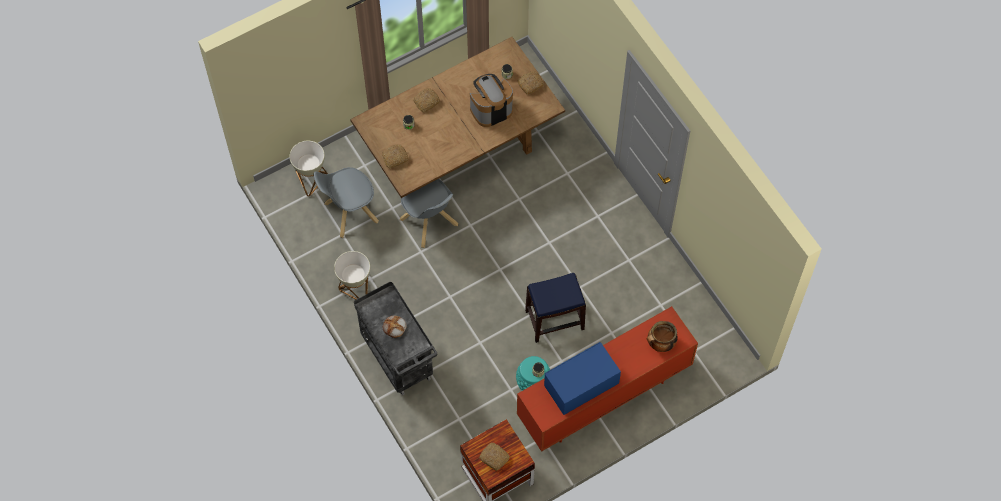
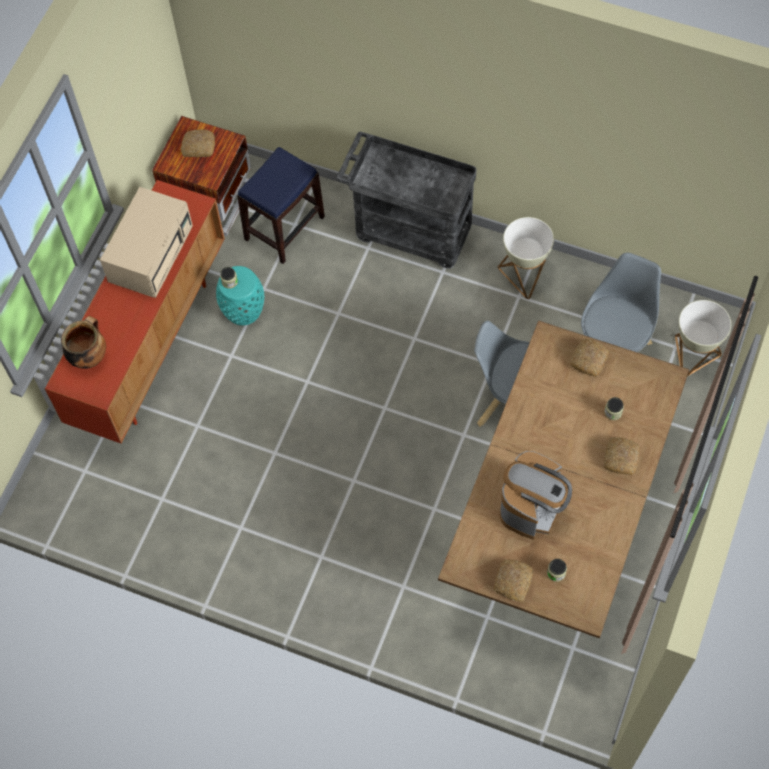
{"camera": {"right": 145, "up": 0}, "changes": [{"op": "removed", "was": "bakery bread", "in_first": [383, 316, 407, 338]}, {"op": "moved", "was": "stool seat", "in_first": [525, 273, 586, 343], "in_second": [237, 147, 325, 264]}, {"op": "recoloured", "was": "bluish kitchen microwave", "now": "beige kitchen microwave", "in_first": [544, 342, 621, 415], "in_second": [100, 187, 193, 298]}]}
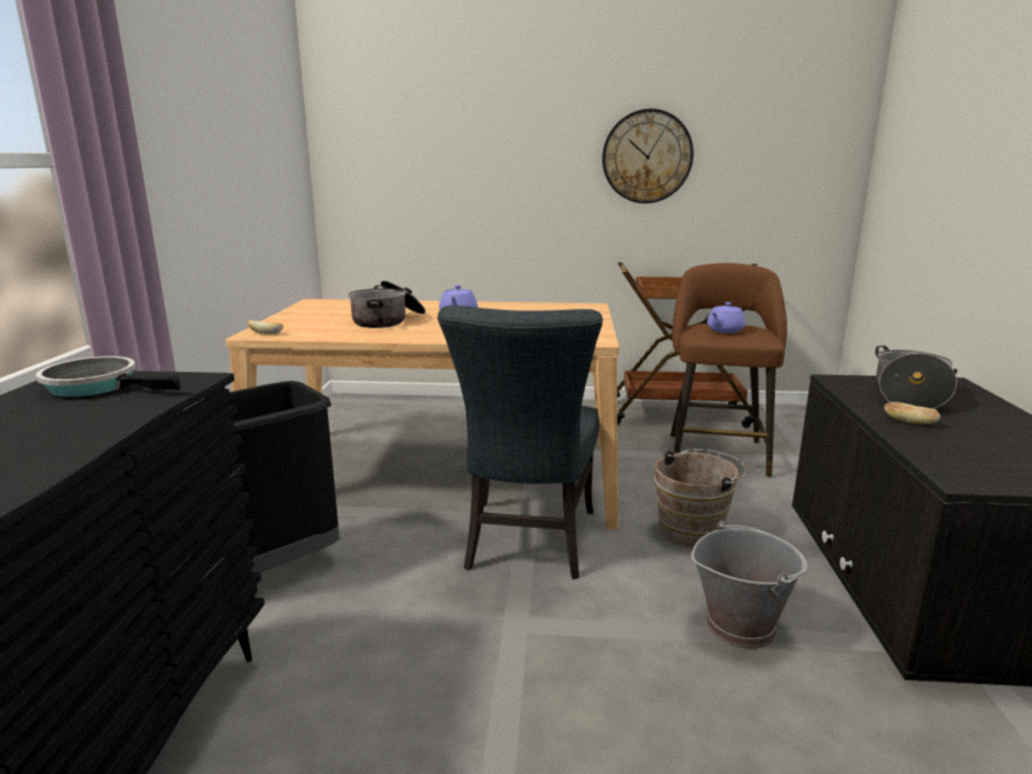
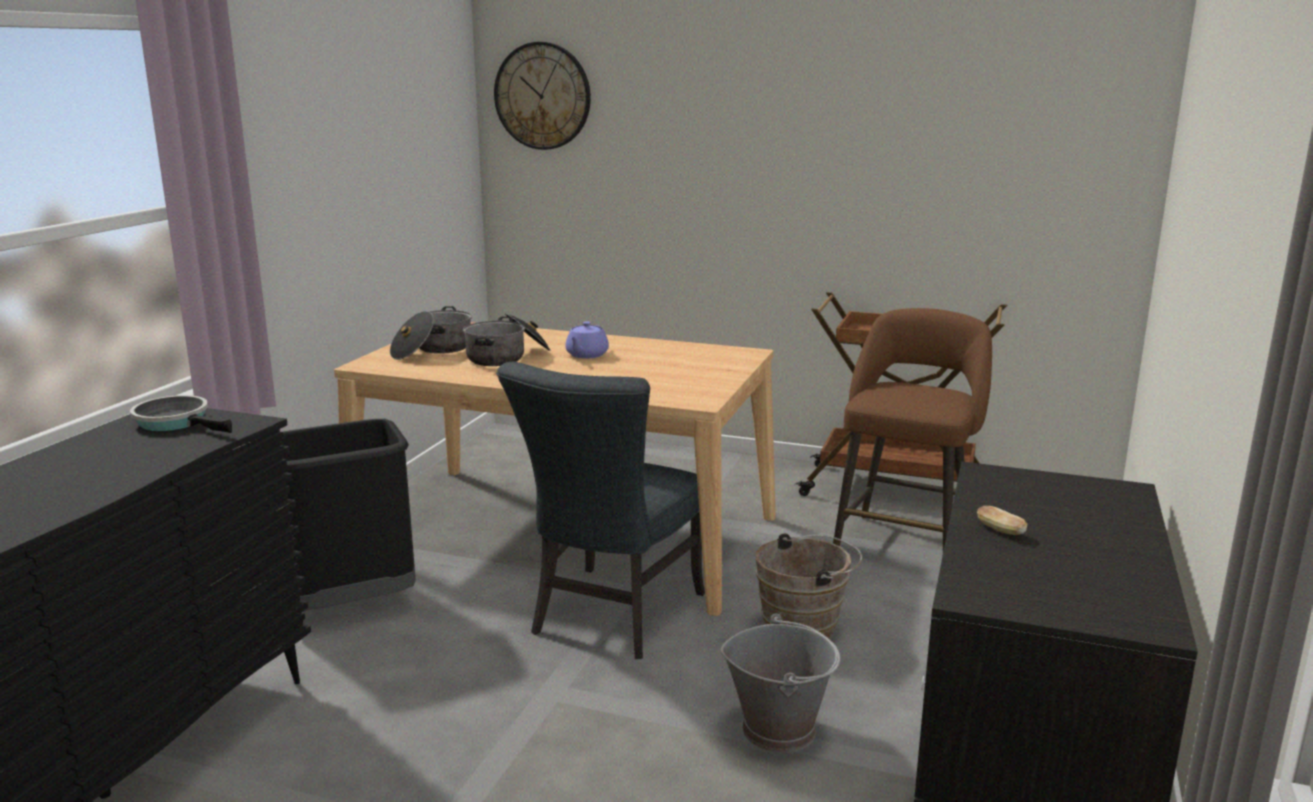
{"camera": {"right": 15, "up": 0}, "changes": [{"op": "removed", "was": "bakery bread", "in_first": [247, 320, 283, 334]}, {"op": "moved", "was": "wall clock", "in_first": [602, 109, 694, 204], "in_second": [494, 42, 591, 150]}, {"op": "removed", "was": "purple pot for tea", "in_first": [707, 302, 745, 333]}, {"op": "moved", "was": "cooking pot", "in_first": [875, 346, 957, 409], "in_second": [390, 306, 472, 360]}]}
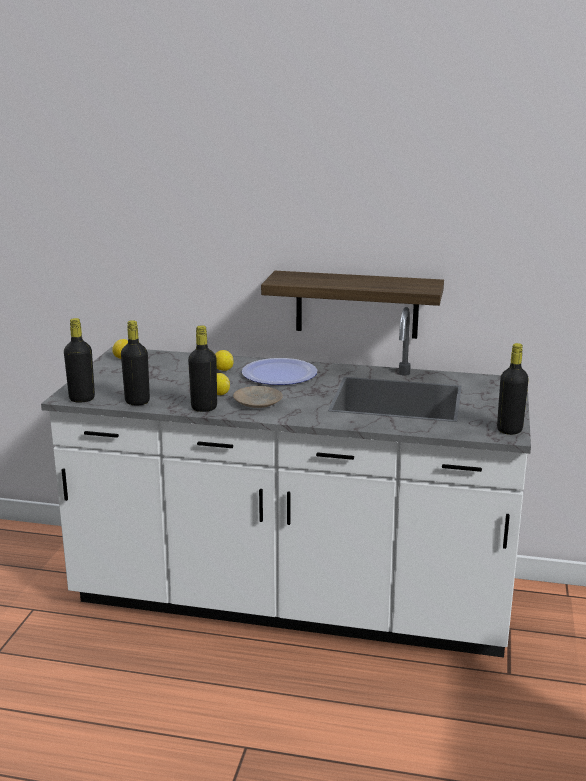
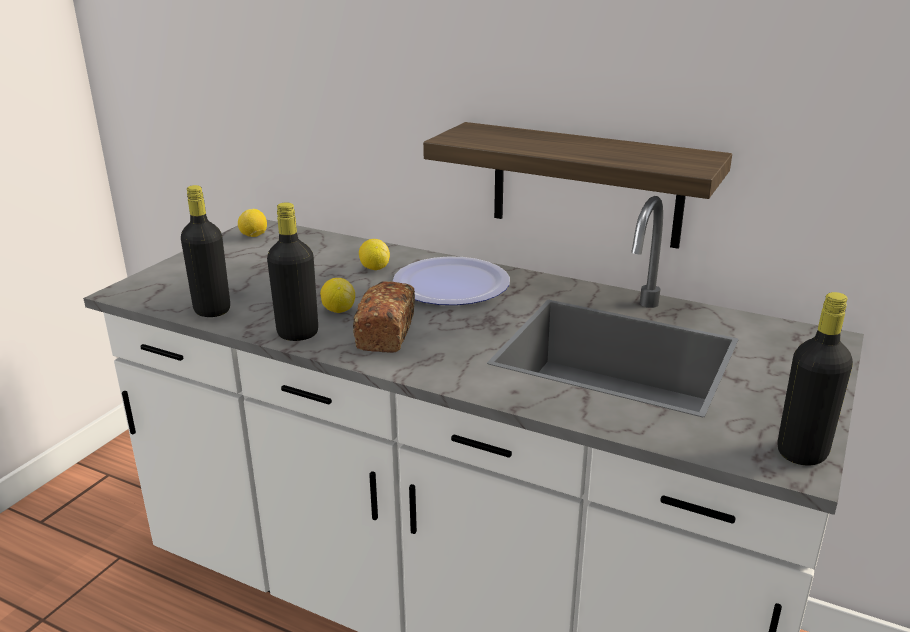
{"camera": {"right": 15, "up": 5}, "changes": [{"op": "removed", "was": "black beverage bottle", "in_first": [64, 318, 95, 403]}, {"op": "replaced", "was": "beige flat dish", "now": "bakery bread", "in_first": [233, 386, 283, 408], "in_second": [353, 281, 415, 353]}]}
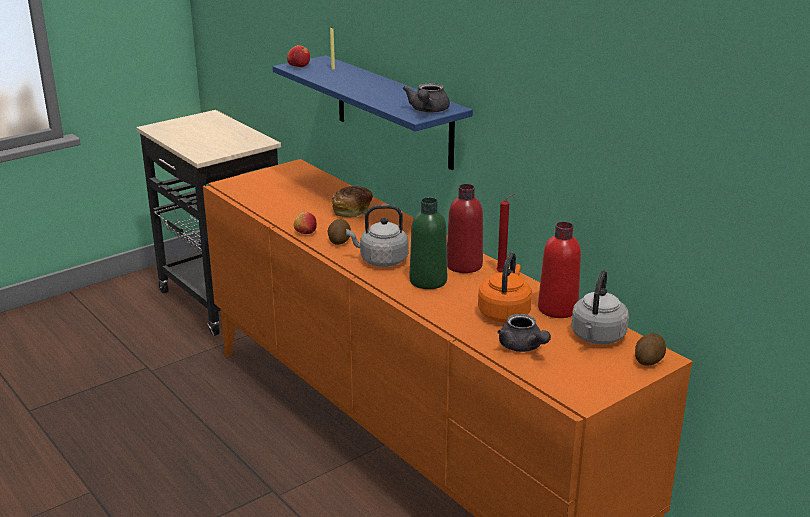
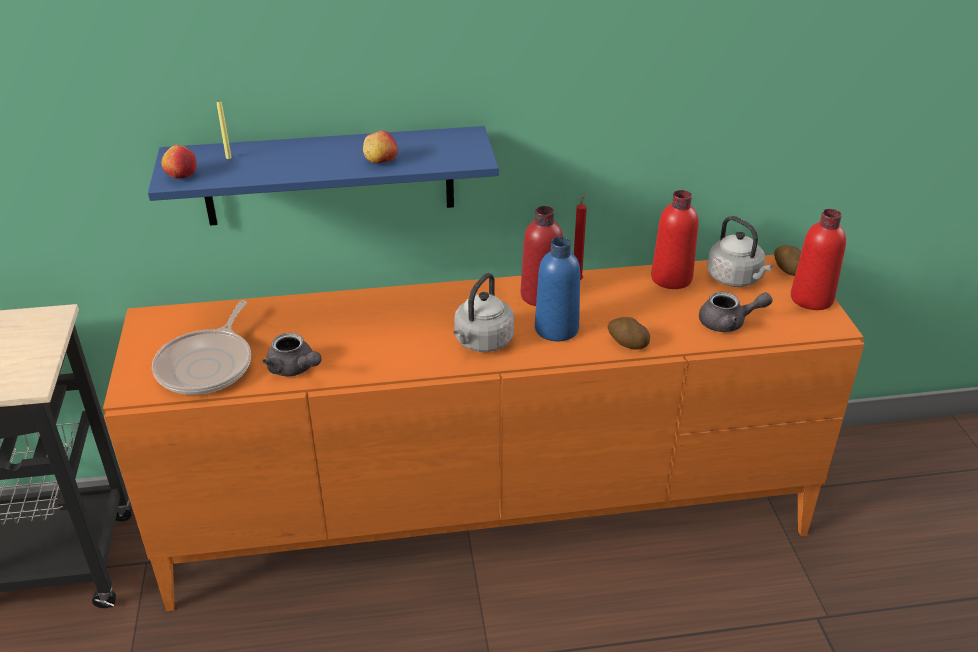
{"camera": {"right": -60, "up": 10}, "changes": [{"op": "moved", "was": "apple fruit", "in_first": [294, 212, 317, 234], "in_second": [363, 131, 398, 163]}, {"op": "moved", "was": "spud", "in_first": [327, 219, 351, 245], "in_second": [608, 317, 650, 349]}, {"op": "removed", "was": "bakery bread", "in_first": [332, 186, 373, 217]}, {"op": "moved", "was": "gray pot for tea", "in_first": [403, 83, 450, 113], "in_second": [263, 333, 322, 377]}, {"op": "recoloured", "was": "greenish beverage bottle", "now": "bluish beverage bottle", "in_first": [409, 197, 447, 289], "in_second": [535, 237, 580, 341]}, {"op": "removed", "was": "orangey kettle", "in_first": [478, 252, 532, 322]}, {"op": "added", "now": "frying pan", "in_second": [152, 300, 251, 395]}, {"op": "added", "now": "red-coloured beverage bottle", "in_second": [791, 209, 846, 310]}]}
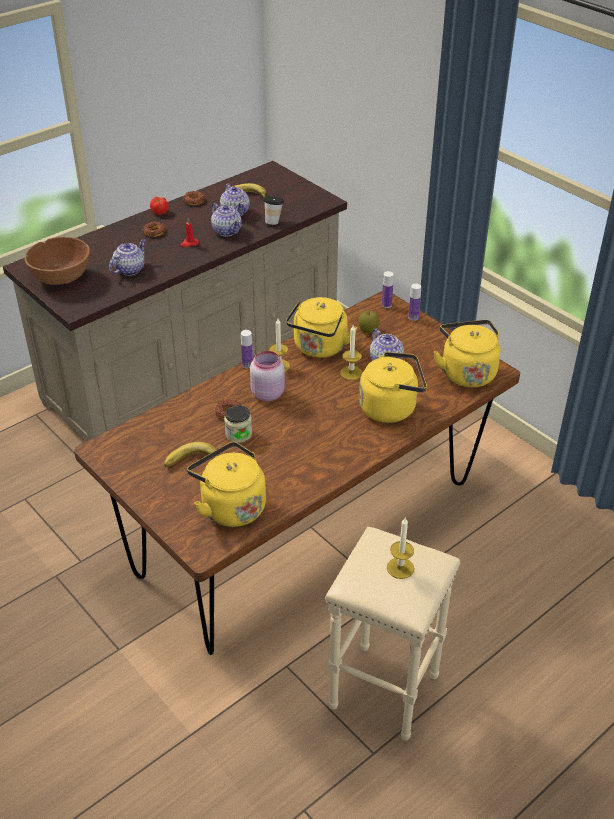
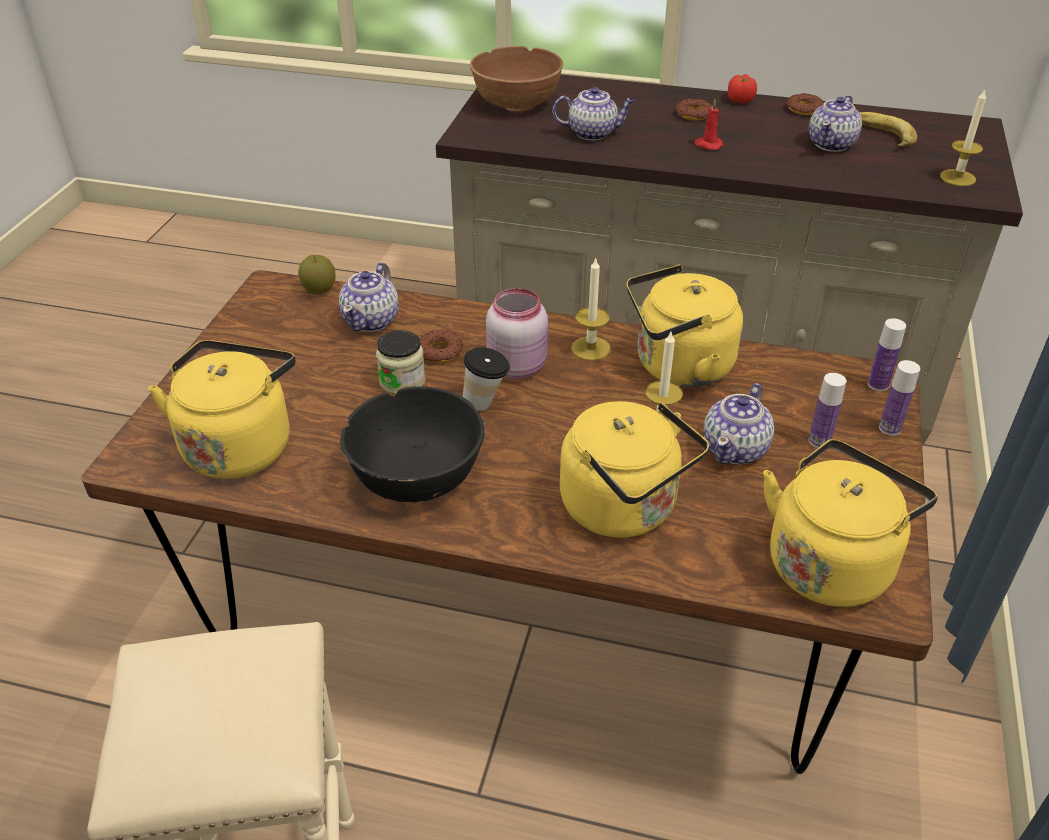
{"camera": {"right": 55, "up": 0}, "changes": [{"op": "removed", "was": "whole banana", "in_first": [164, 442, 217, 467]}, {"op": "moved", "was": "pot for tea", "in_first": [211, 203, 242, 237], "in_second": [339, 262, 399, 332]}, {"op": "moved", "was": "beverage bottle", "in_first": [241, 330, 253, 368], "in_second": [809, 373, 847, 448]}, {"op": "moved", "was": "cup", "in_first": [263, 196, 284, 225], "in_second": [463, 347, 510, 411]}, {"op": "moved", "was": "apple fruit", "in_first": [358, 310, 380, 333], "in_second": [298, 255, 336, 294]}, {"op": "moved", "was": "wax candle", "in_first": [387, 518, 414, 579], "in_second": [940, 90, 986, 186]}, {"op": "added", "now": "black bowl", "in_second": [340, 386, 485, 502]}]}
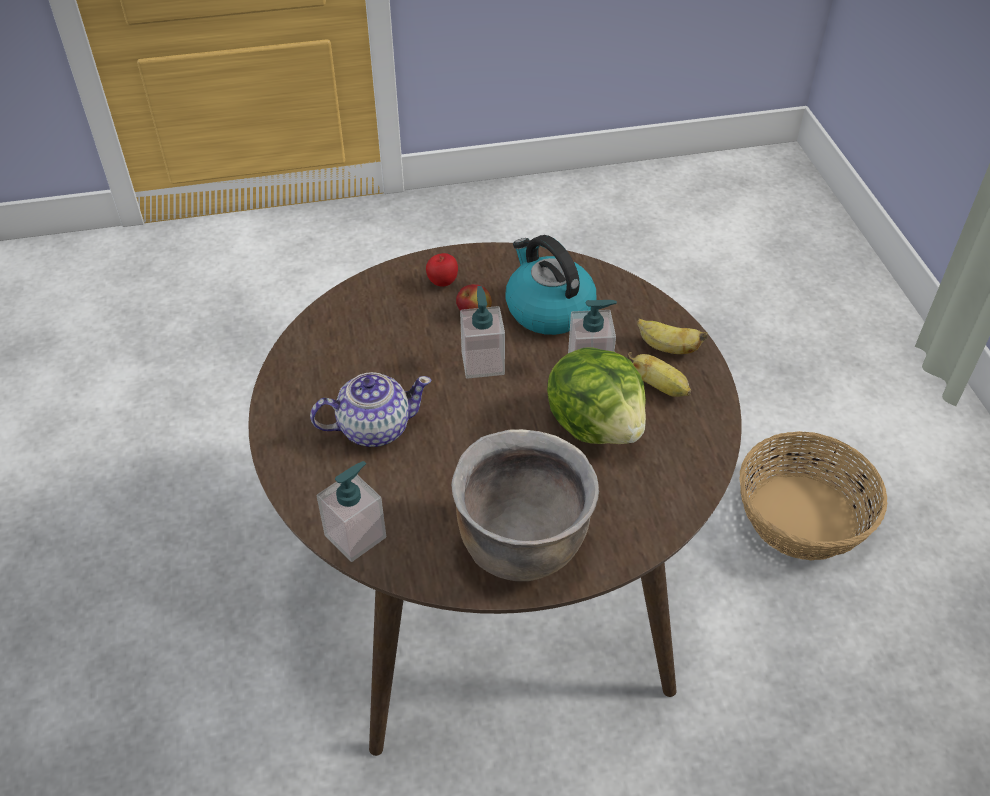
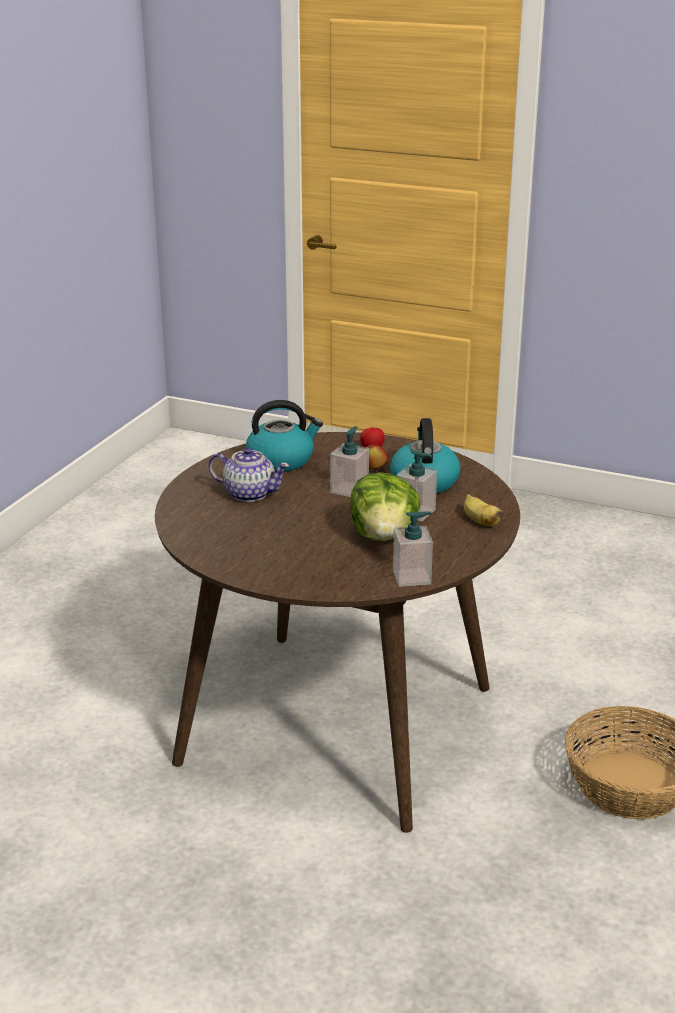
{"camera": {"right": 35, "up": -20}, "changes": [{"op": "moved", "was": "soap dispenser", "in_first": [316, 461, 386, 562], "in_second": [393, 511, 433, 587]}, {"op": "removed", "was": "brown-coloured cooking pot", "in_first": [451, 429, 599, 581]}, {"op": "removed", "was": "whole banana", "in_first": [627, 352, 691, 397]}, {"op": "added", "now": "kettle", "in_second": [246, 400, 323, 472]}]}
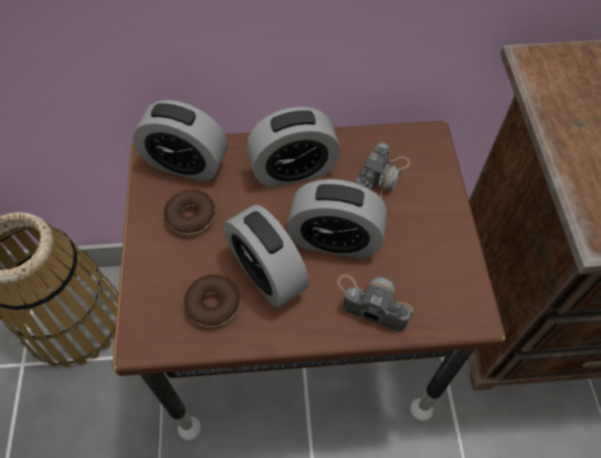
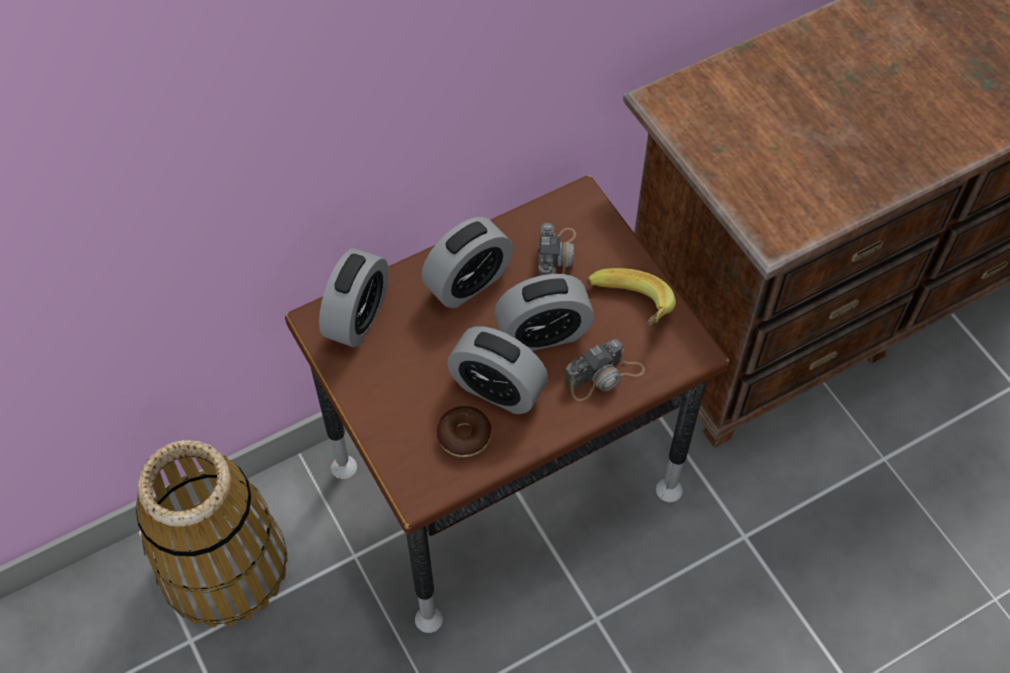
{"camera": {"right": -25, "up": 0}, "changes": [{"op": "turned", "was": "bedside clock", "in_first": [132, 100, 228, 181], "in_second": [319, 249, 389, 347], "clockwise": -60}, {"op": "removed", "was": "ring doughnut", "in_first": [164, 189, 215, 235]}, {"op": "turned", "was": "still camera", "in_first": [337, 275, 413, 332], "in_second": [565, 339, 645, 401], "clockwise": 150}, {"op": "added", "now": "whole banana", "in_second": [587, 268, 675, 327]}]}
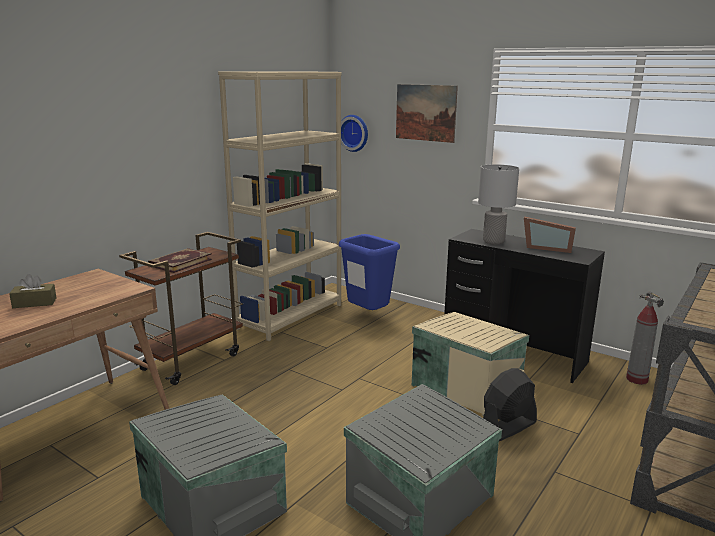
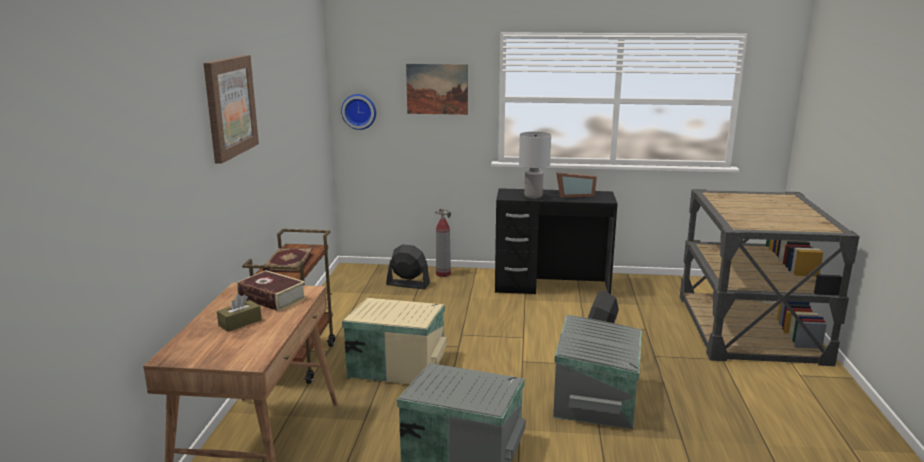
{"camera": {"right": -30, "up": 0}, "changes": [{"op": "removed", "was": "beige bookcase", "in_first": [218, 71, 342, 341]}, {"op": "replaced", "was": "bluish waste bin", "now": "black fan", "in_first": [339, 234, 400, 310], "in_second": [386, 244, 430, 289]}, {"op": "moved", "was": "beige storage box", "in_first": [412, 312, 529, 416], "in_second": [342, 298, 447, 385]}, {"op": "moved", "was": "extinguisher", "in_first": [626, 291, 664, 385], "in_second": [435, 208, 451, 277]}, {"op": "added", "now": "picture", "in_second": [203, 55, 259, 164]}, {"op": "added", "now": "book", "in_second": [237, 270, 306, 311]}]}
